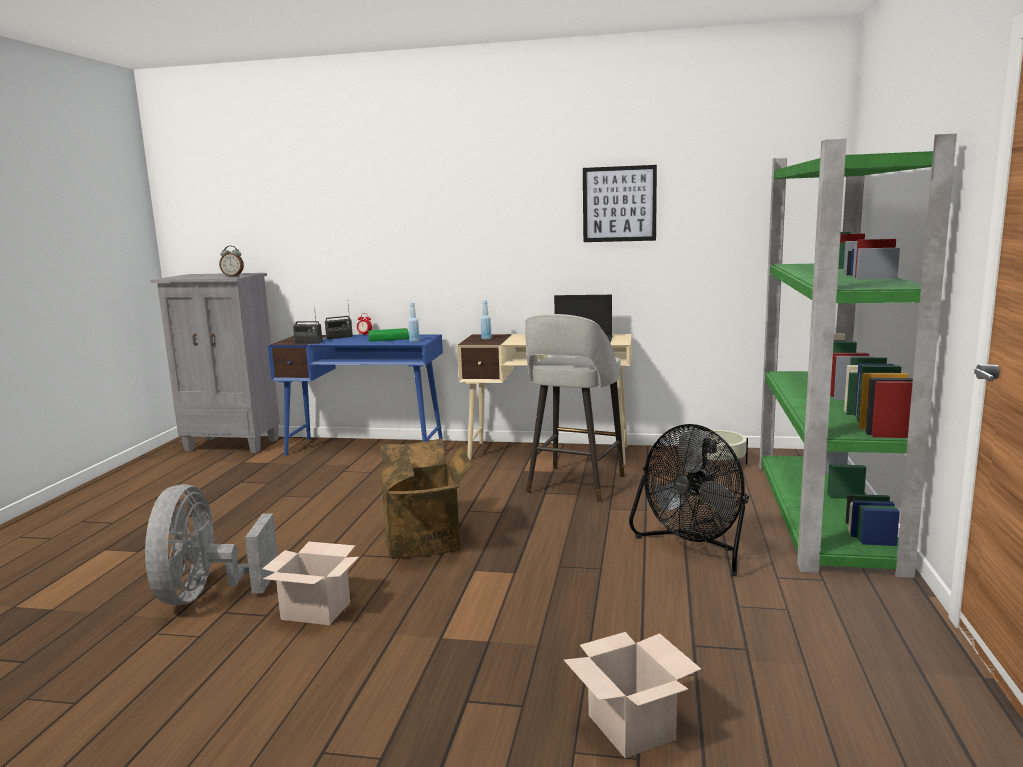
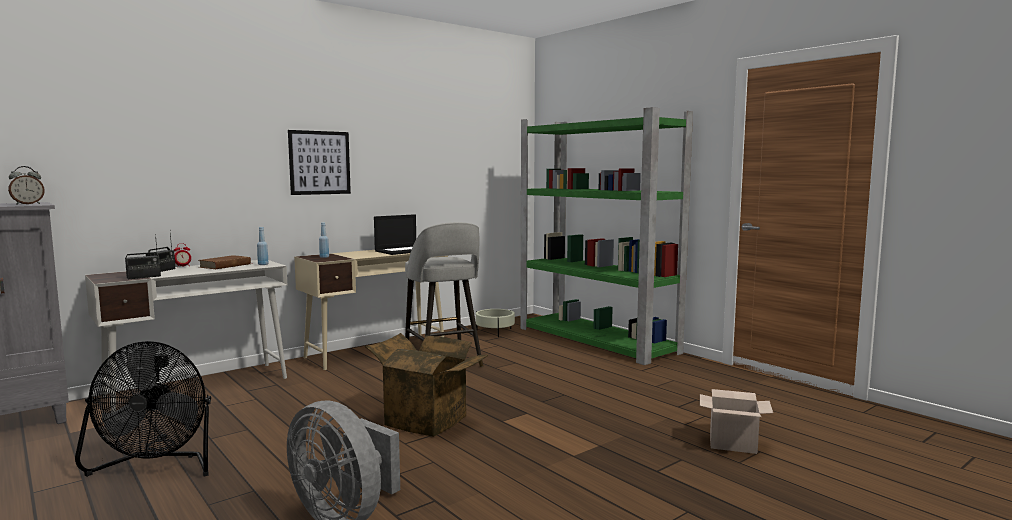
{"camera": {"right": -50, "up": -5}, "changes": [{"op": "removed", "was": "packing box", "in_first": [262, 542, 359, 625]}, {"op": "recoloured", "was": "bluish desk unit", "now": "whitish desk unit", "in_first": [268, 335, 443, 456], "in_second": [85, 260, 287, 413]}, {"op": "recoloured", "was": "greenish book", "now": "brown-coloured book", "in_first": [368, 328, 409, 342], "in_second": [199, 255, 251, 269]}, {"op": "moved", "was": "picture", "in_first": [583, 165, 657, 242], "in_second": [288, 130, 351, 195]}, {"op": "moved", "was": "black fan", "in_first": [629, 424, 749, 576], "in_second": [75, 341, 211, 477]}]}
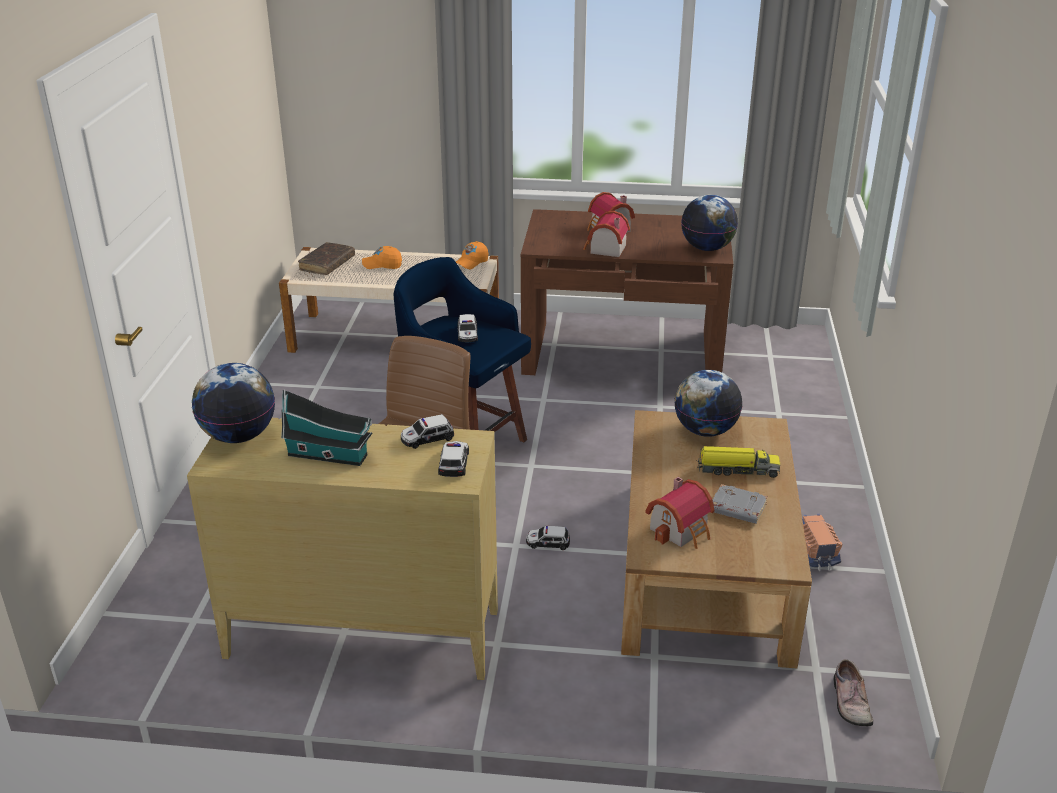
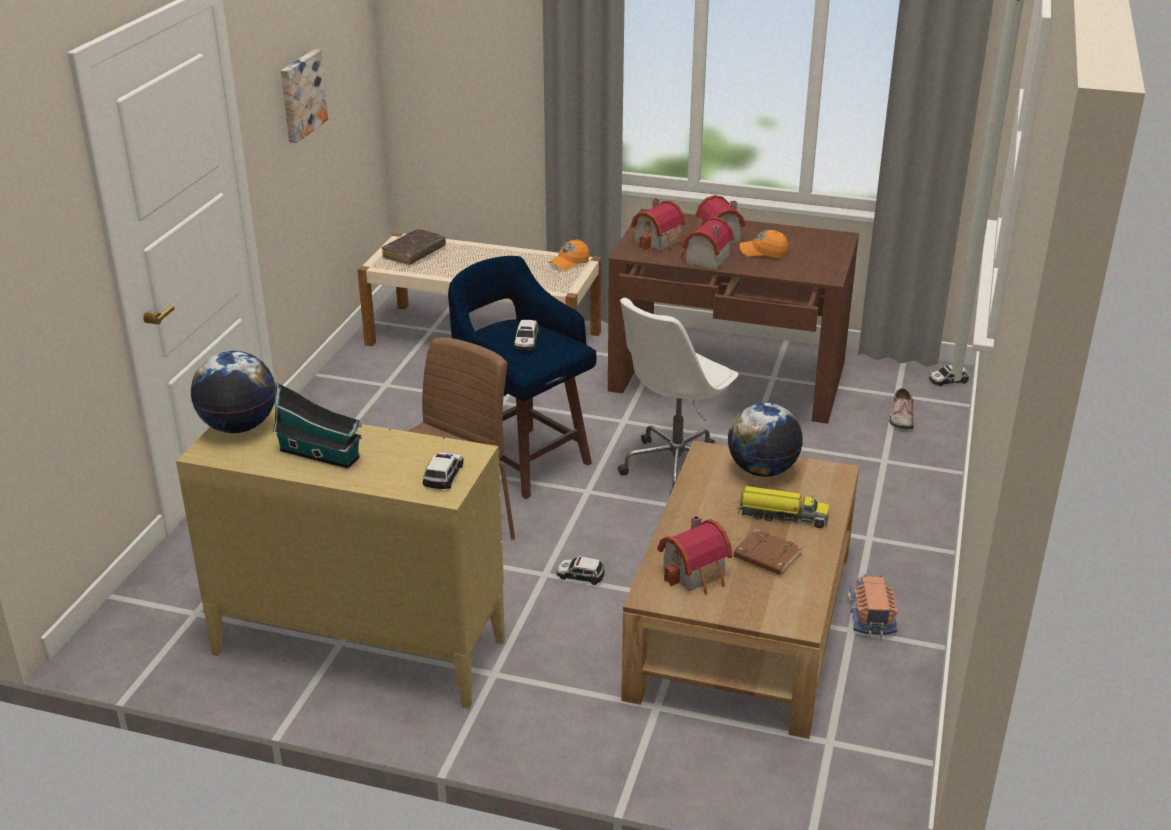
{"camera": {"right": 10, "up": 0}, "changes": [{"op": "moved", "was": "orangey cap", "in_first": [362, 246, 402, 269], "in_second": [740, 230, 788, 258]}, {"op": "moved", "was": "miniature car", "in_first": [401, 414, 454, 449], "in_second": [929, 365, 969, 386]}, {"op": "removed", "was": "world globe", "in_first": [681, 195, 738, 251]}, {"op": "recoloured", "was": "gray book", "now": "brown-coloured book", "in_first": [713, 484, 768, 524], "in_second": [734, 529, 802, 575]}, {"op": "moved", "was": "shoe", "in_first": [834, 659, 873, 726], "in_second": [889, 388, 914, 429]}, {"op": "added", "now": "picture", "in_second": [281, 49, 328, 143]}, {"op": "added", "now": "whitish computer chair", "in_second": [618, 298, 739, 494]}, {"op": "added", "now": "model house", "in_second": [631, 198, 686, 251]}]}
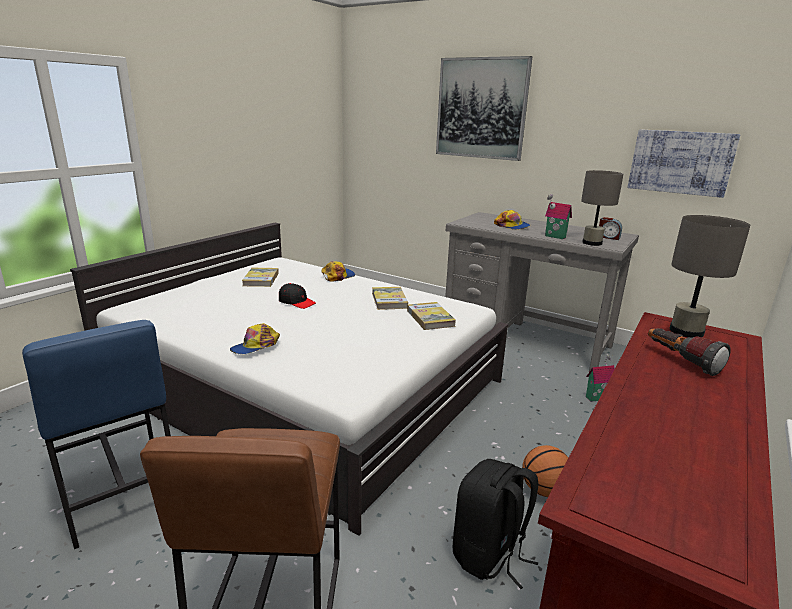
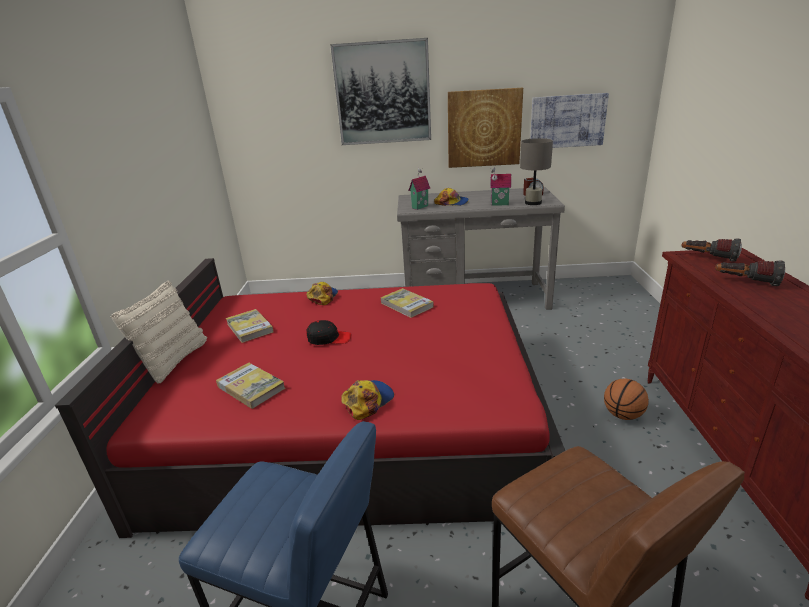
{"camera": {"right": -30, "up": 5}, "changes": [{"op": "recoloured", "was": "whitish bed", "now": "red-coloured bed", "in_first": [70, 223, 508, 536], "in_second": [55, 258, 565, 538]}, {"op": "turned", "was": "cap", "in_first": [230, 323, 280, 354], "in_second": [341, 380, 394, 420], "clockwise": -150}, {"op": "moved", "was": "book", "in_first": [407, 302, 456, 330], "in_second": [216, 363, 285, 409]}, {"op": "removed", "was": "black knapsack", "in_first": [453, 459, 538, 589]}, {"op": "moved", "was": "model house", "in_first": [586, 353, 615, 402], "in_second": [408, 168, 430, 210]}, {"op": "replaced", "was": "gray lamp for a table", "now": "flashlight", "in_first": [670, 215, 750, 338], "in_second": [682, 238, 742, 262]}, {"op": "added", "now": "beige pillow", "in_second": [111, 280, 207, 384]}, {"op": "added", "now": "picture", "in_second": [448, 88, 523, 168]}]}
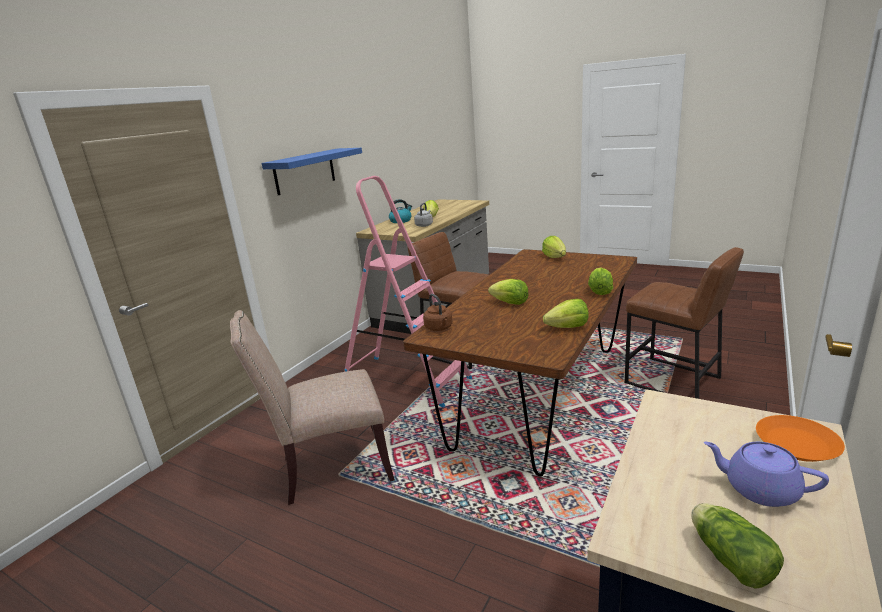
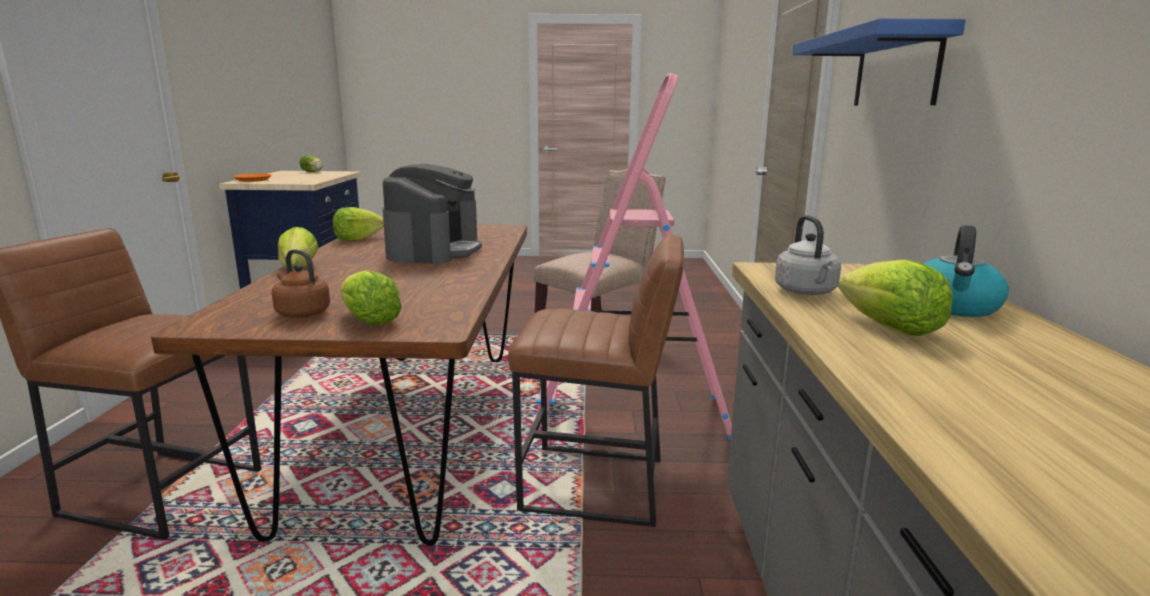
{"camera": {"right": 150, "up": -5}, "changes": [{"op": "moved", "was": "brown-coloured kettle", "in_first": [423, 294, 453, 331], "in_second": [272, 249, 330, 318]}, {"op": "replaced", "was": "lettuce head", "now": "coffee machine", "in_first": [488, 279, 529, 305], "in_second": [383, 164, 482, 264]}, {"op": "removed", "was": "purple pot for tea", "in_first": [704, 442, 829, 507]}]}
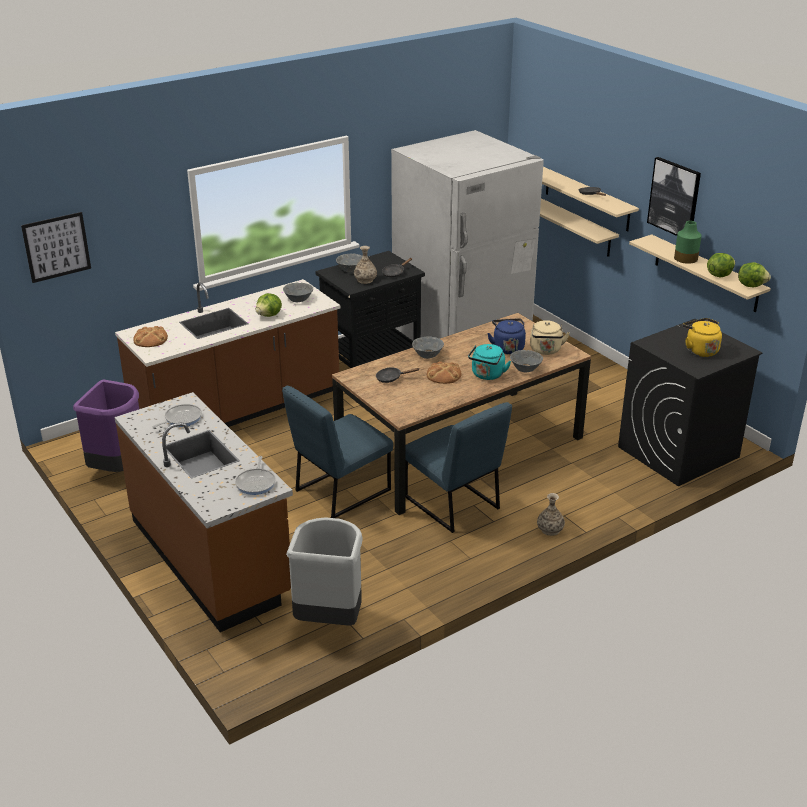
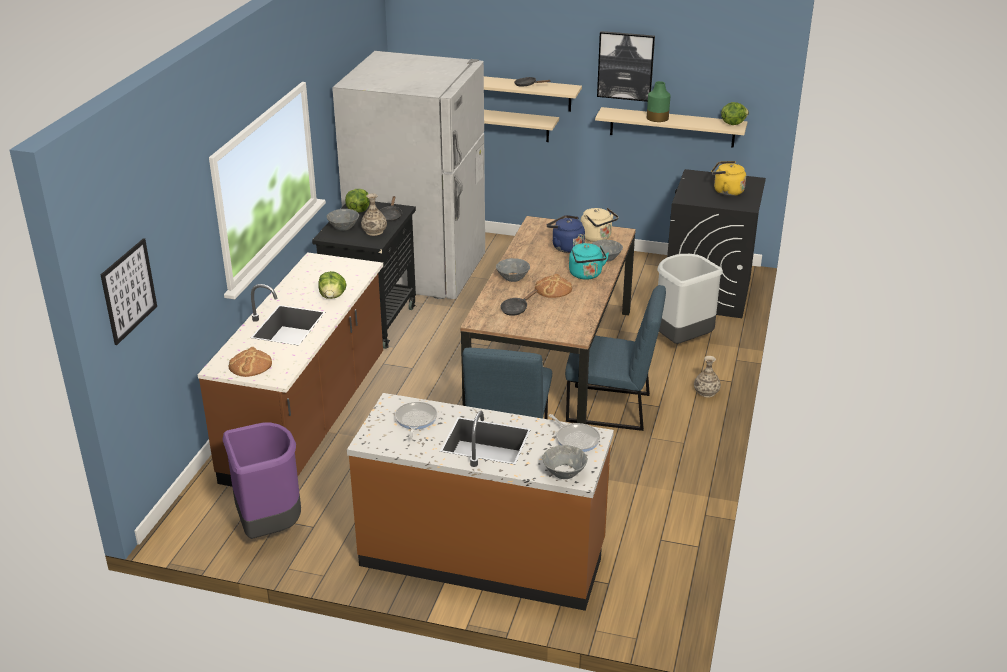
{"camera": {"right": -40, "up": 0}, "changes": [{"op": "moved", "was": "gray bowl", "in_first": [283, 283, 313, 302], "in_second": [542, 445, 588, 479]}, {"op": "moved", "was": "gray waste bin", "in_first": [286, 517, 363, 625], "in_second": [657, 254, 723, 344]}, {"op": "moved", "was": "lettuce head", "in_first": [707, 253, 735, 277], "in_second": [345, 189, 370, 212]}]}
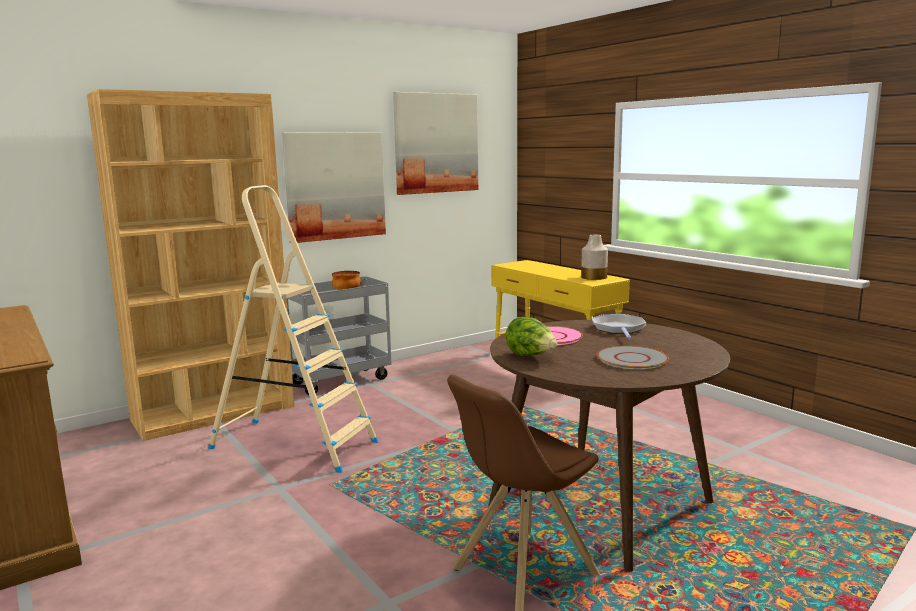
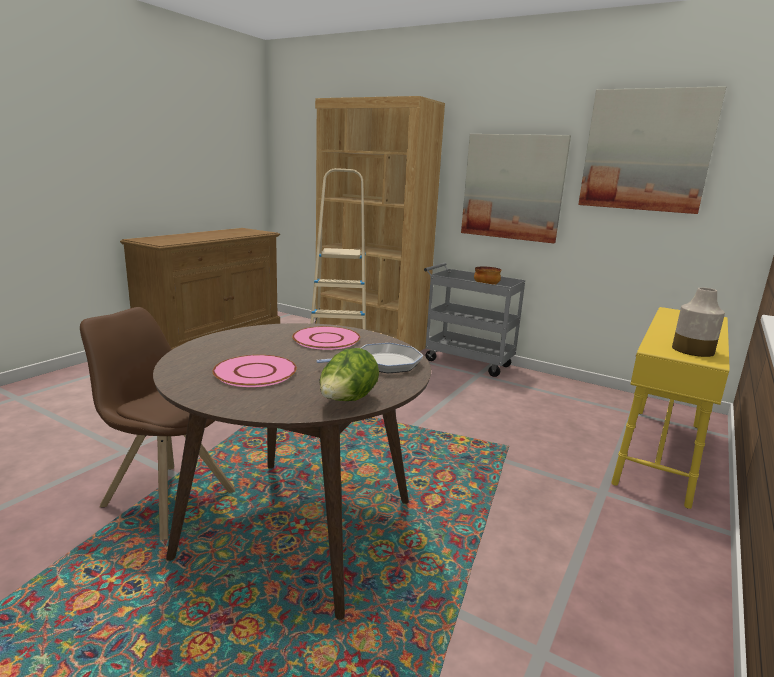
{"camera": {"right": 65, "up": 5}, "changes": [{"op": "moved", "was": "lettuce head", "in_first": [505, 317, 558, 356], "in_second": [319, 348, 379, 401]}, {"op": "recoloured", "was": "gray flat dish", "now": "pinkish flat dish", "in_first": [597, 346, 669, 369], "in_second": [213, 355, 297, 387]}]}
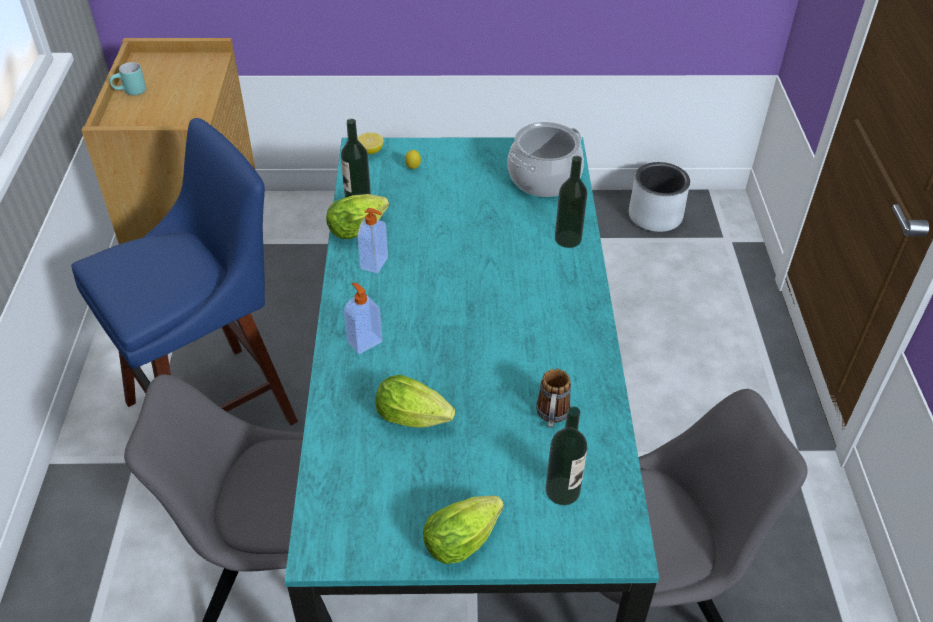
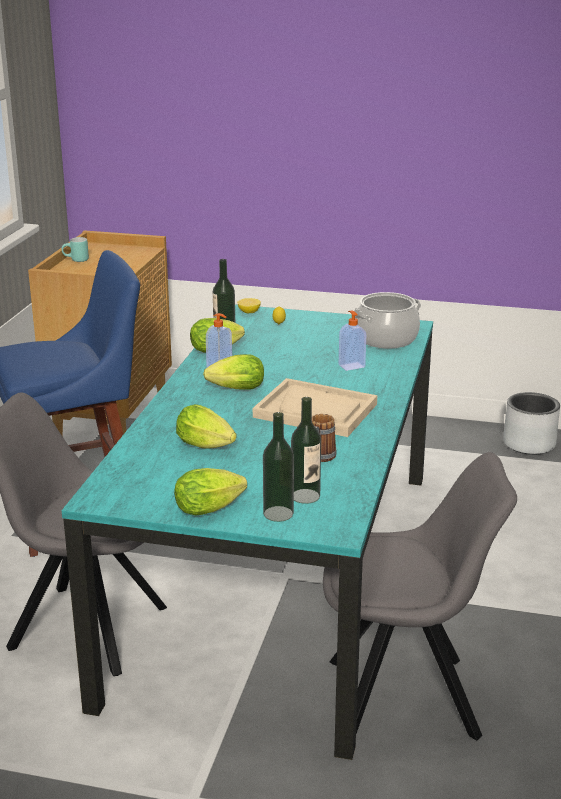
{"camera": {"right": 15, "up": -20}, "changes": [{"op": "moved", "was": "soap dispenser", "in_first": [344, 283, 382, 354], "in_second": [339, 311, 366, 371]}, {"op": "moved", "was": "beverage bottle", "in_first": [555, 156, 587, 248], "in_second": [263, 412, 294, 522]}, {"op": "added", "now": "lettuce head", "in_second": [203, 354, 264, 389]}, {"op": "added", "now": "beige serving tray", "in_second": [253, 378, 377, 437]}]}
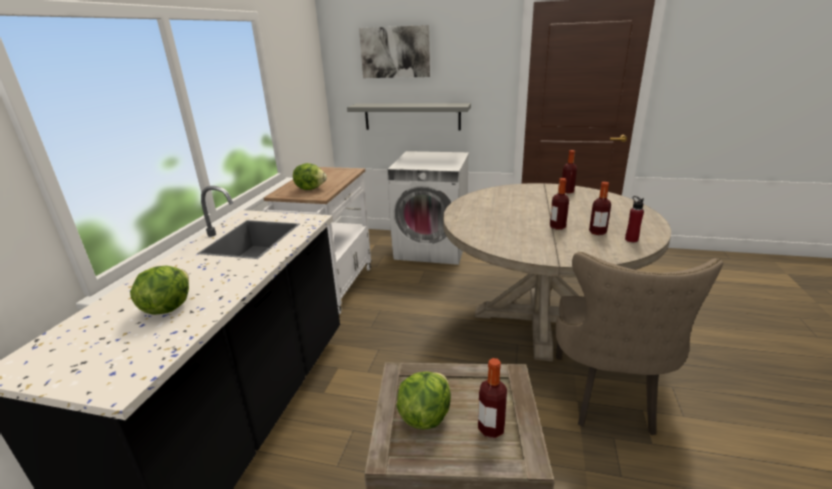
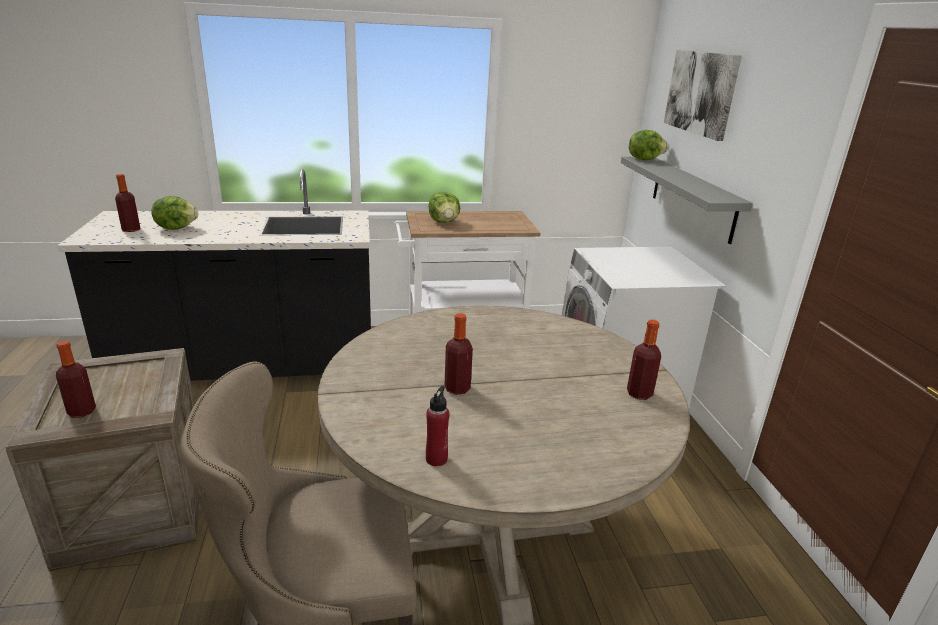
{"camera": {"right": 65, "up": 0}, "changes": [{"op": "moved", "was": "lettuce head", "in_first": [396, 371, 451, 430], "in_second": [629, 130, 668, 160]}, {"op": "moved", "was": "beverage bottle", "in_first": [589, 182, 611, 235], "in_second": [115, 174, 140, 232]}]}
